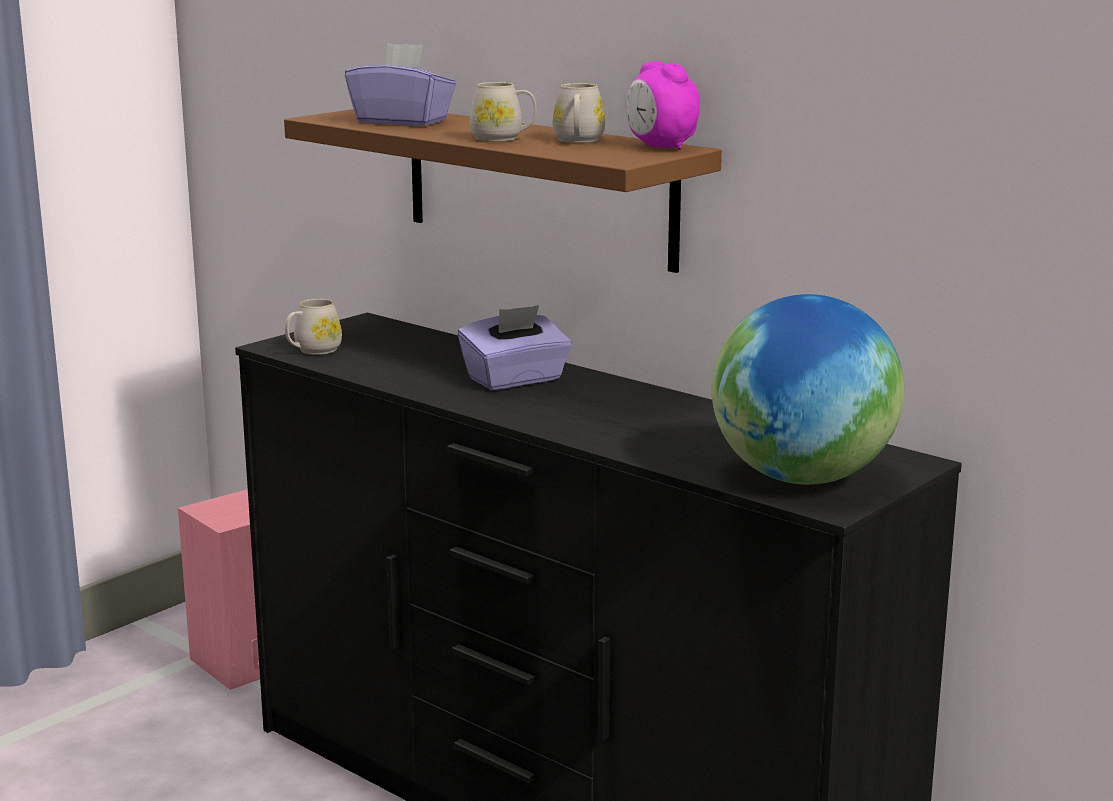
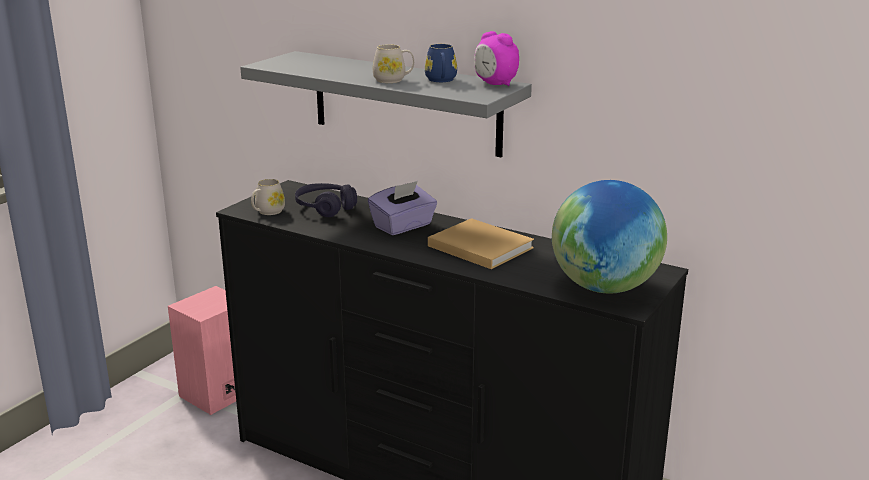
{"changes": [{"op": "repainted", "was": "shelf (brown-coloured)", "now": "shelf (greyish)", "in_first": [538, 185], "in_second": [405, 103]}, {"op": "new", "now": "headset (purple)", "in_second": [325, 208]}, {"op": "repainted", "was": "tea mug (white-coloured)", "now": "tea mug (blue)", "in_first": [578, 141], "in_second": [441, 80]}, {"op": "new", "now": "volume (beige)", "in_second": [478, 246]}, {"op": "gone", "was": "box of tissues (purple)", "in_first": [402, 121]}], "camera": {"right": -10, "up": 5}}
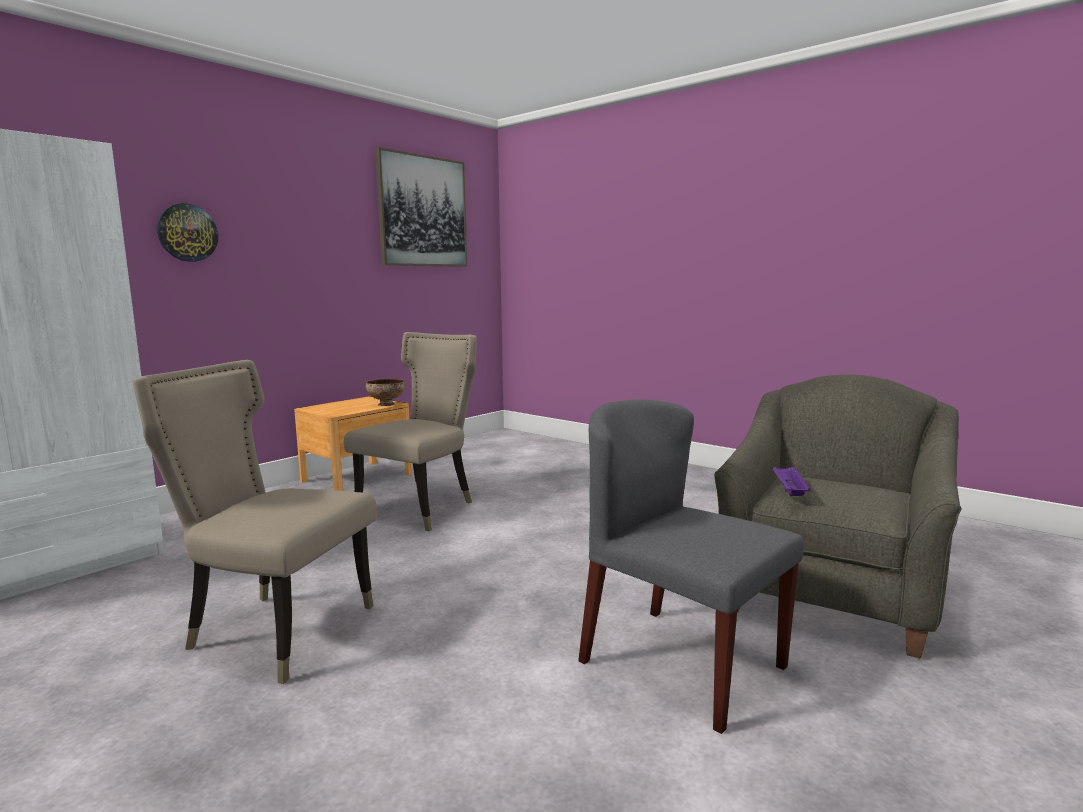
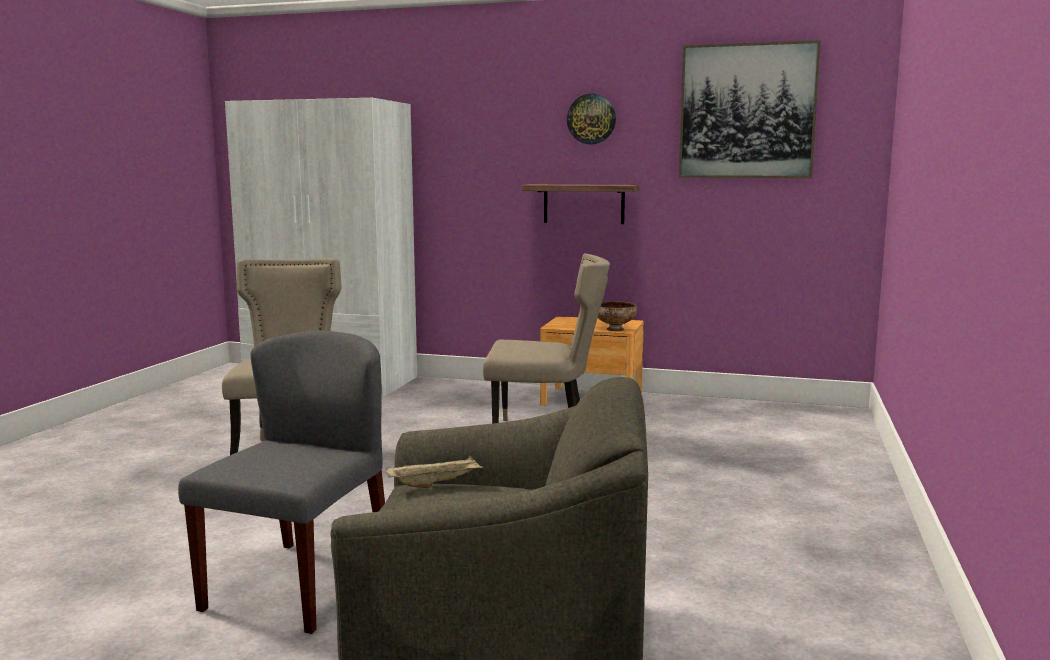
{"changes": [{"op": "repainted", "was": "carrying tray (purple)", "now": "carrying tray (beige)", "in_first": [789, 491], "in_second": [435, 484]}, {"op": "new", "now": "shelf", "in_second": [583, 204]}, {"op": "shifted", "was": "wall clock", "in_first": [187, 233], "in_second": [591, 119]}], "camera": {"right": 65, "up": 0}}
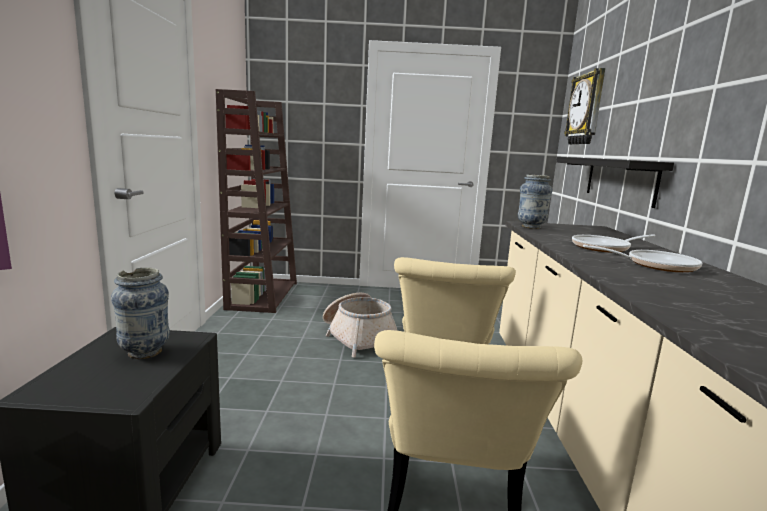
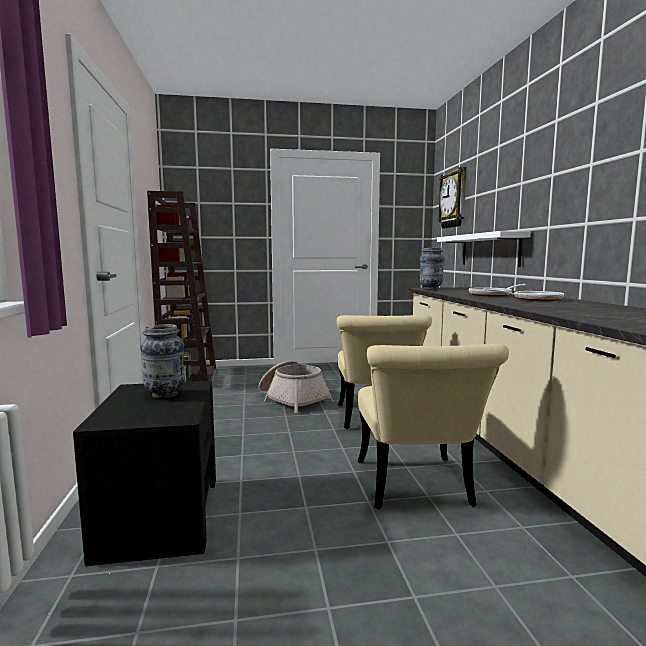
{"changes": [{"op": "repainted", "was": "shelf (black)", "now": "shelf (white-coloured)", "in_first": [619, 179], "in_second": [489, 250]}], "camera": {"right": -10, "up": -5}}
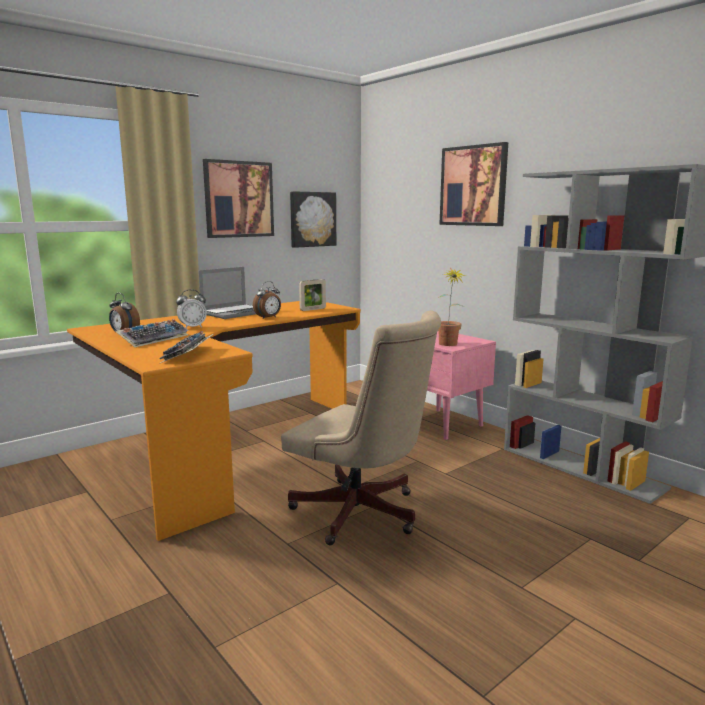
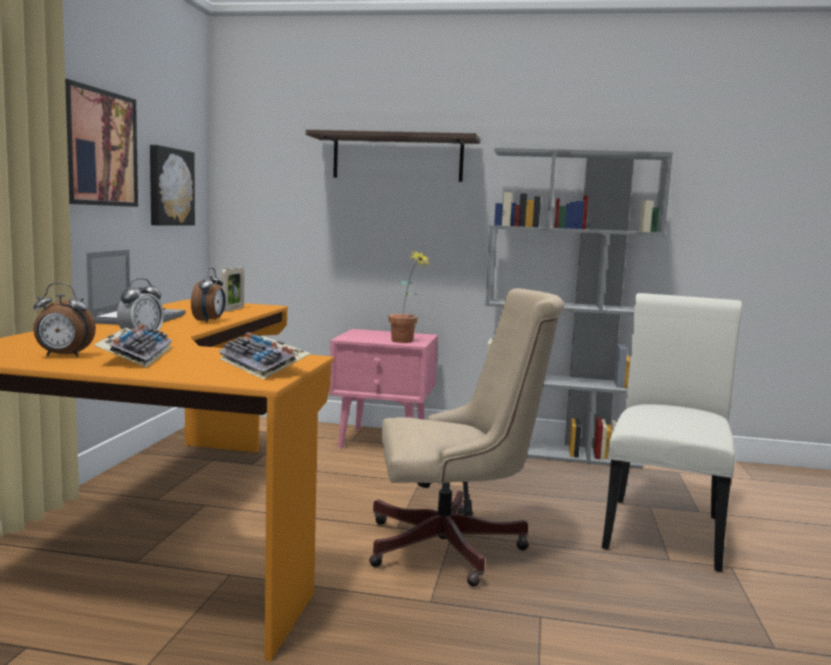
{"changes": [{"op": "swapped", "was": "wall picture", "now": "shelf", "in_first": [473, 186], "in_second": [397, 158]}, {"op": "new", "now": "plain chair (white-coloured)", "in_second": [664, 528]}], "camera": {"right": -40, "up": -5}}
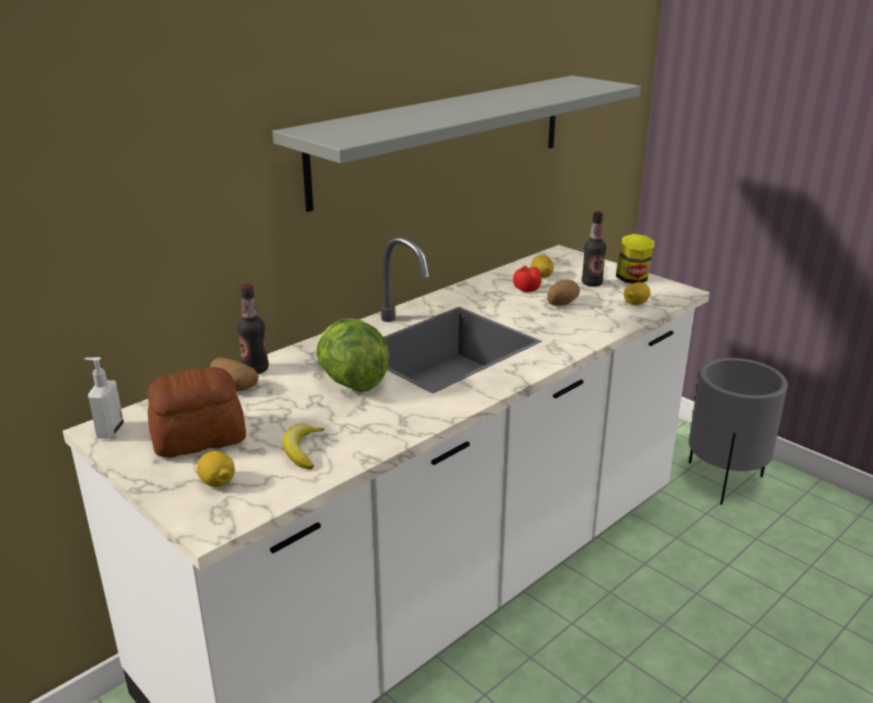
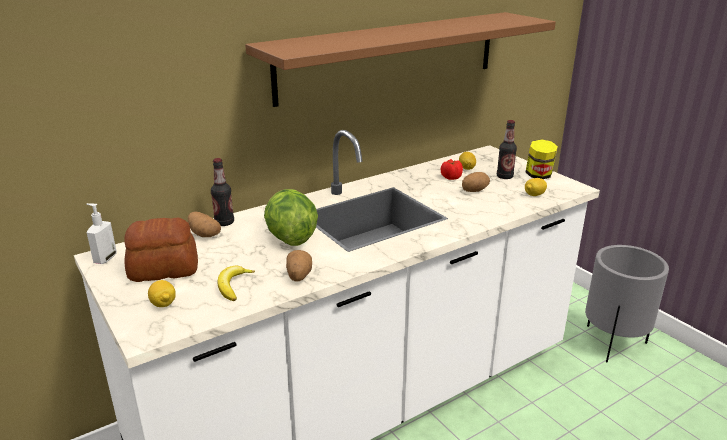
{"changes": [{"op": "repainted", "was": "shelf (greyish)", "now": "shelf (brown-coloured)", "in_first": [444, 137], "in_second": [391, 56]}, {"op": "new", "now": "whole potato", "in_second": [299, 276]}], "camera": {"right": 10, "up": 0}}
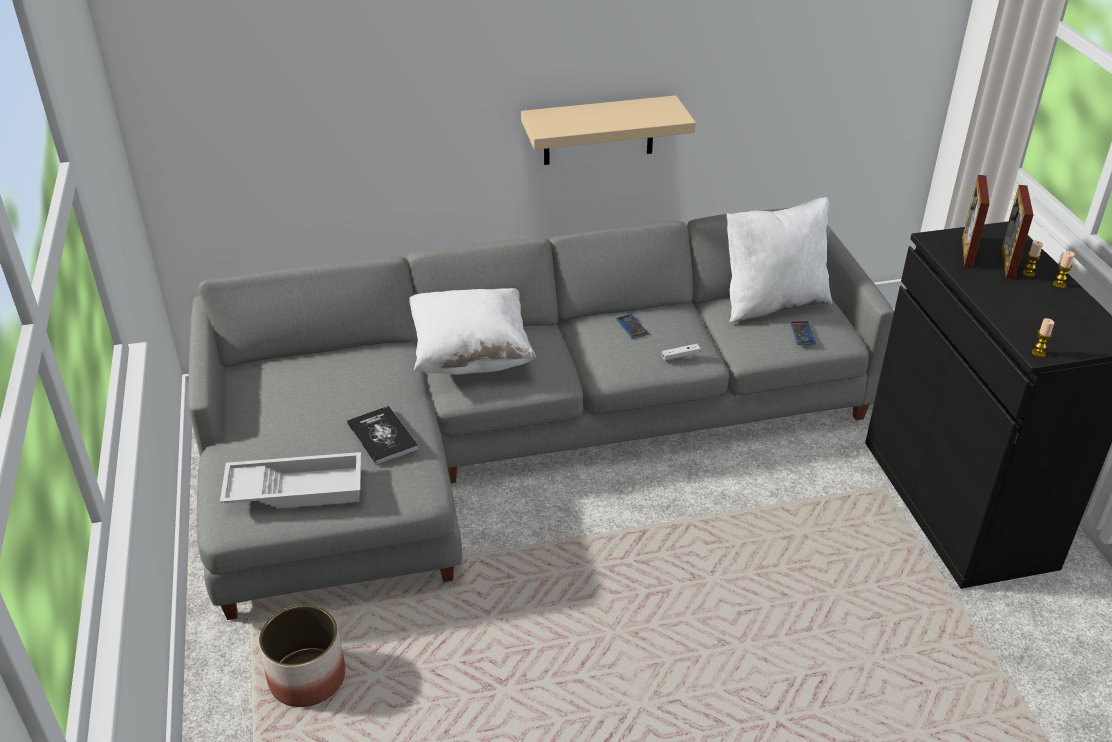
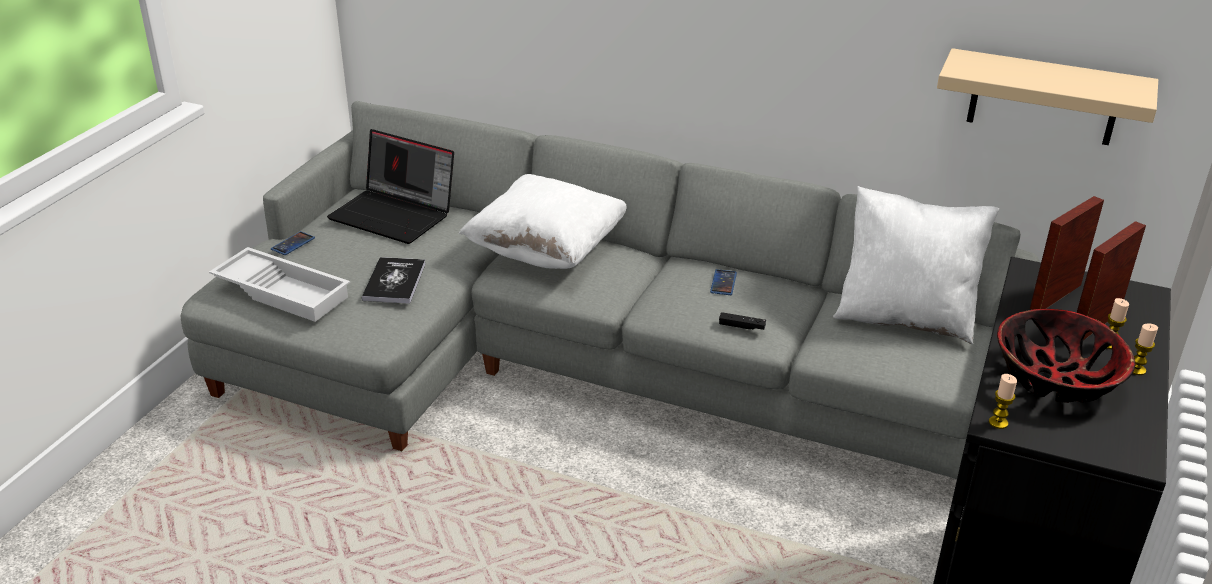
{"changes": [{"op": "shifted", "was": "phone", "in_first": [802, 333], "in_second": [293, 244]}, {"op": "new", "now": "portable computer", "in_second": [395, 215]}, {"op": "repainted", "was": "game controller (white-coloured)", "now": "game controller (black)", "in_first": [680, 356], "in_second": [742, 326]}, {"op": "shifted", "was": "shelf (beige)", "in_first": [598, 130], "in_second": [1044, 98]}, {"op": "new", "now": "bowl", "in_second": [1057, 380]}, {"op": "gone", "was": "planter", "in_first": [307, 678]}], "camera": {"right": 35, "up": -5}}
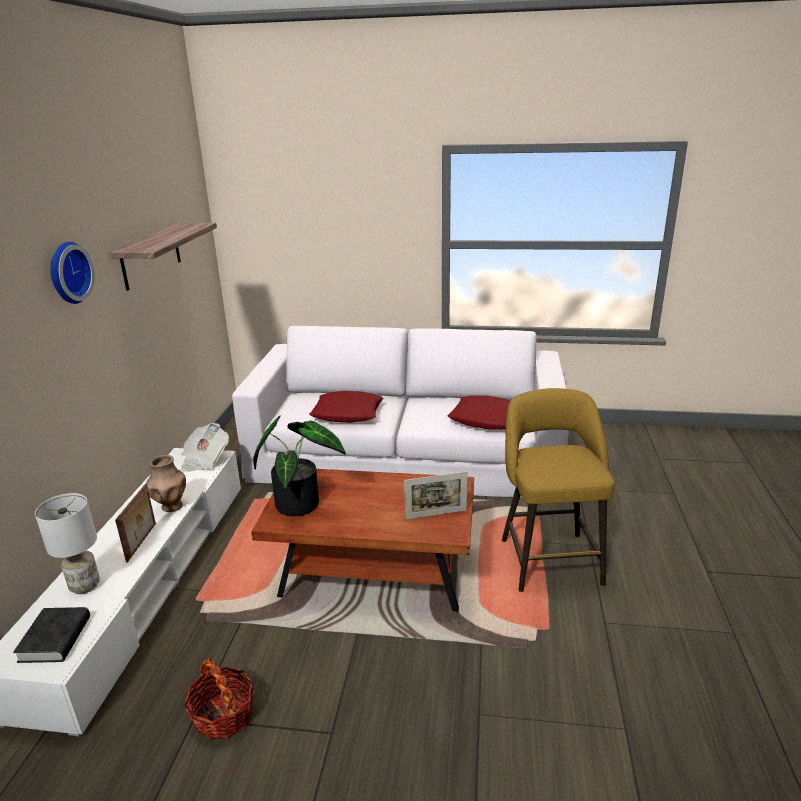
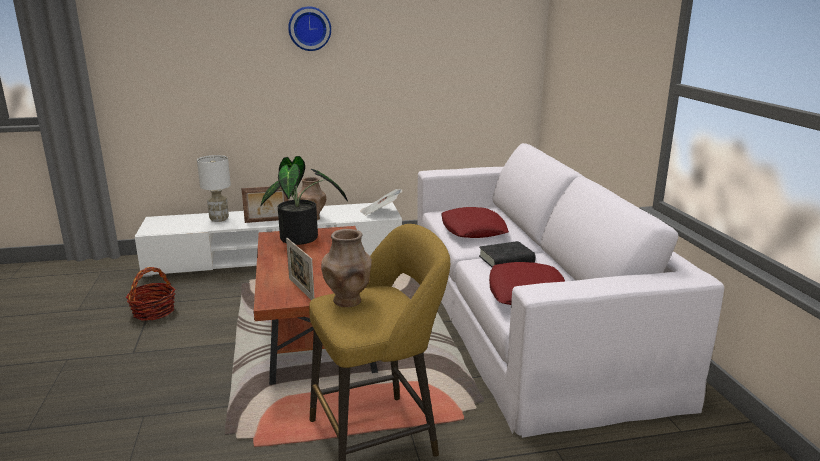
{"changes": [{"op": "new", "now": "decorative vase (brown-coloured)", "in_second": [348, 301]}, {"op": "shifted", "was": "volume (black)", "in_first": [55, 639], "in_second": [506, 260]}, {"op": "gone", "was": "shelf", "in_first": [151, 255]}], "camera": {"right": 70, "up": -5}}
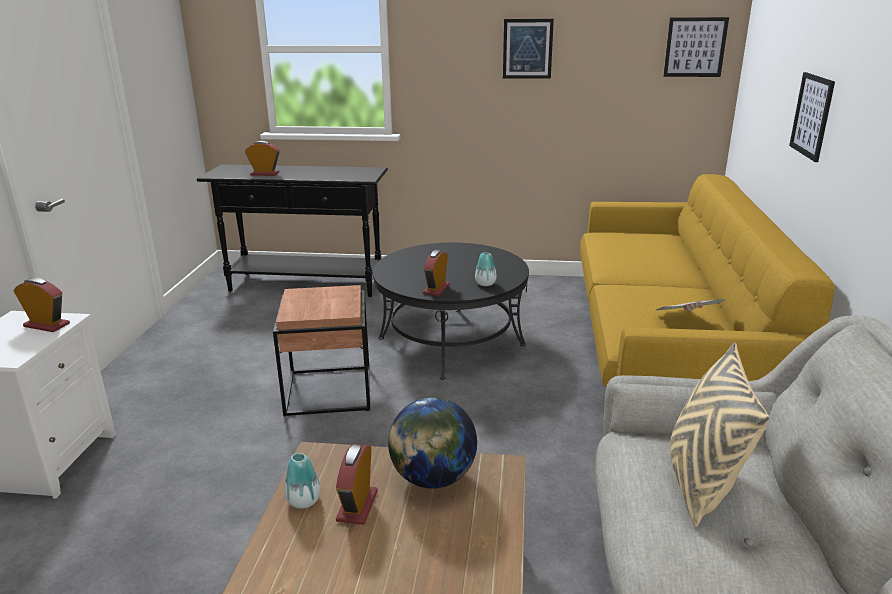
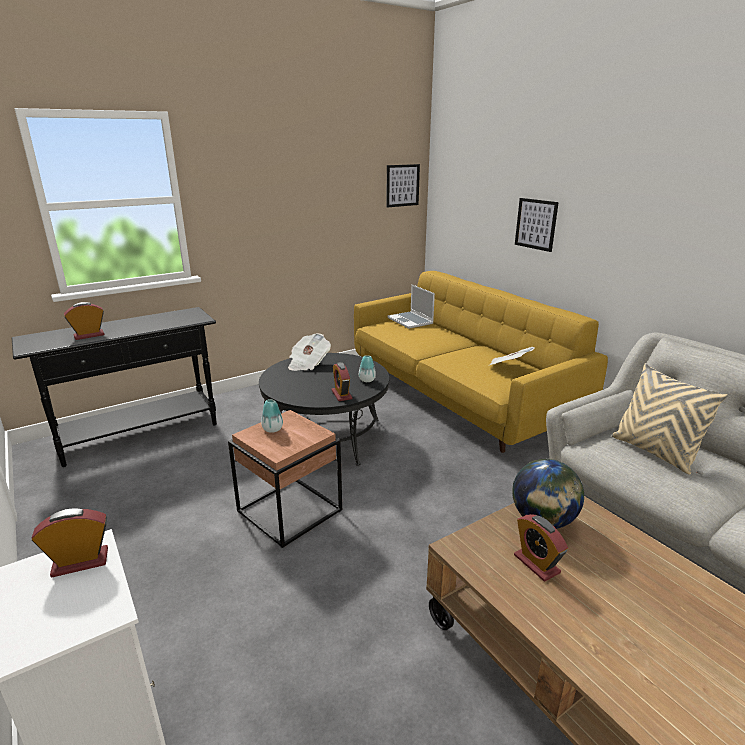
{"changes": [{"op": "shifted", "was": "decorative vase", "in_first": [303, 501], "in_second": [272, 429]}, {"op": "new", "now": "printed paper", "in_second": [308, 363]}, {"op": "new", "now": "portable computer", "in_second": [411, 321]}, {"op": "gone", "was": "wall picture", "in_first": [527, 49]}], "camera": {"right": -40, "up": 0}}
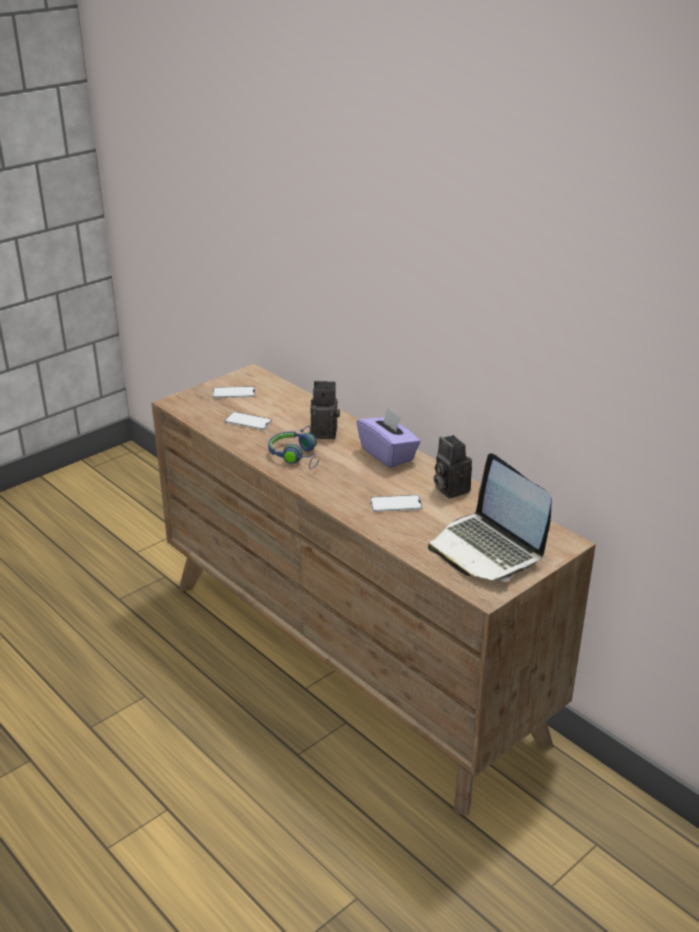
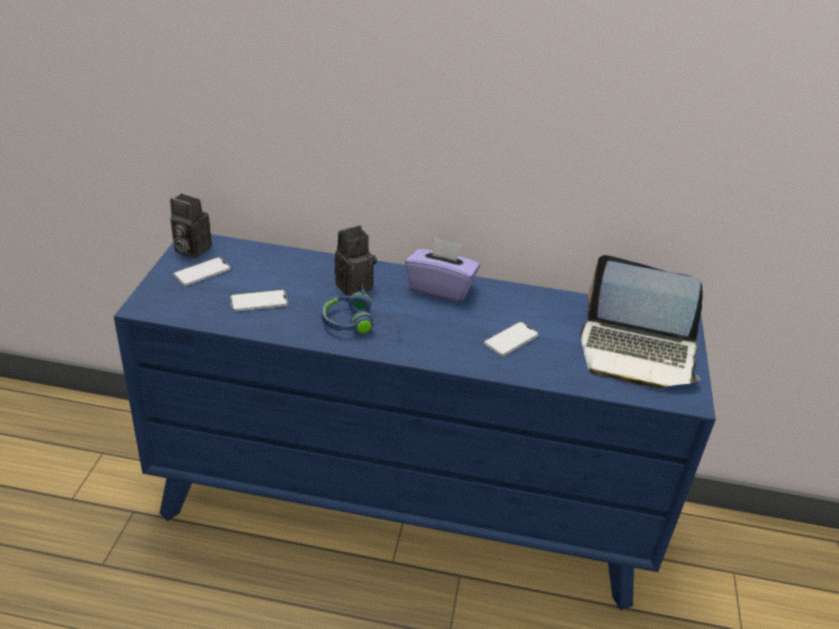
{"changes": [{"op": "repainted", "was": "chest of drawers (brown-coloured)", "now": "chest of drawers (blue)", "in_first": [350, 658], "in_second": [404, 508]}, {"op": "shifted", "was": "photo camera", "in_first": [449, 489], "in_second": [190, 249]}], "camera": {"right": -40, "up": 5}}
